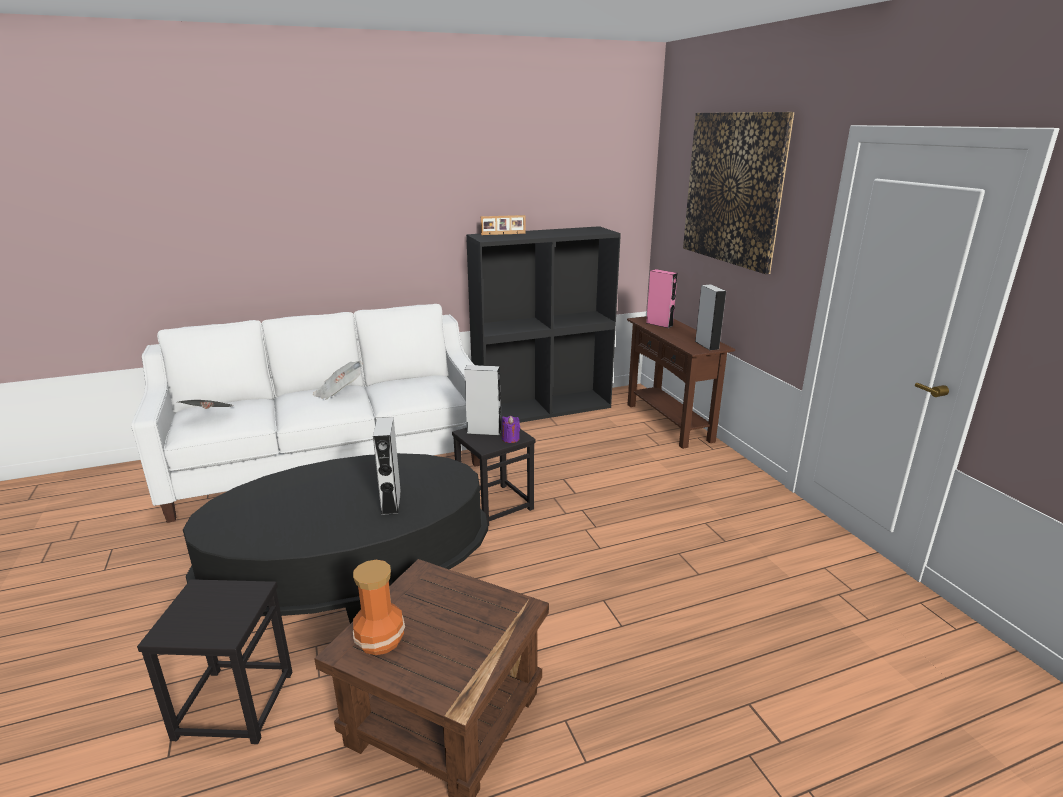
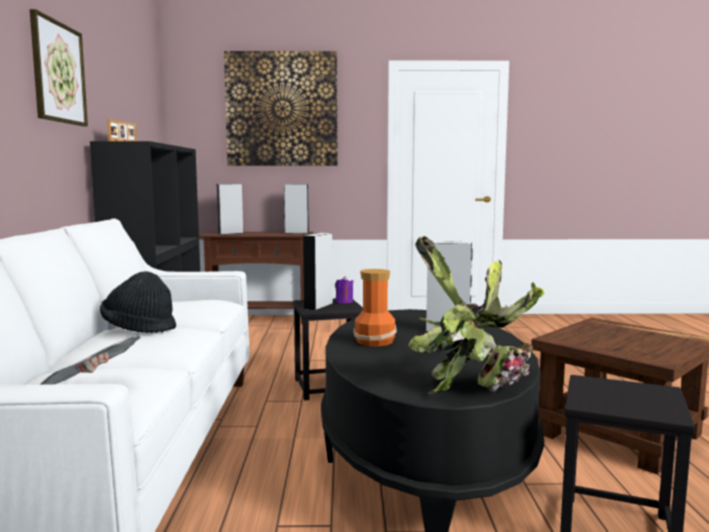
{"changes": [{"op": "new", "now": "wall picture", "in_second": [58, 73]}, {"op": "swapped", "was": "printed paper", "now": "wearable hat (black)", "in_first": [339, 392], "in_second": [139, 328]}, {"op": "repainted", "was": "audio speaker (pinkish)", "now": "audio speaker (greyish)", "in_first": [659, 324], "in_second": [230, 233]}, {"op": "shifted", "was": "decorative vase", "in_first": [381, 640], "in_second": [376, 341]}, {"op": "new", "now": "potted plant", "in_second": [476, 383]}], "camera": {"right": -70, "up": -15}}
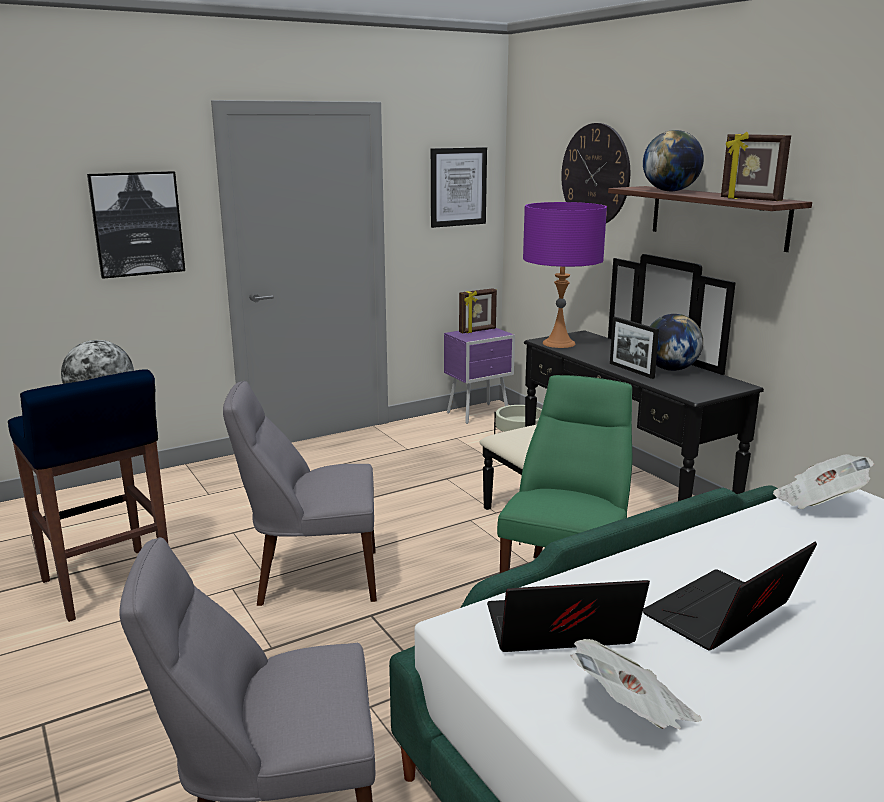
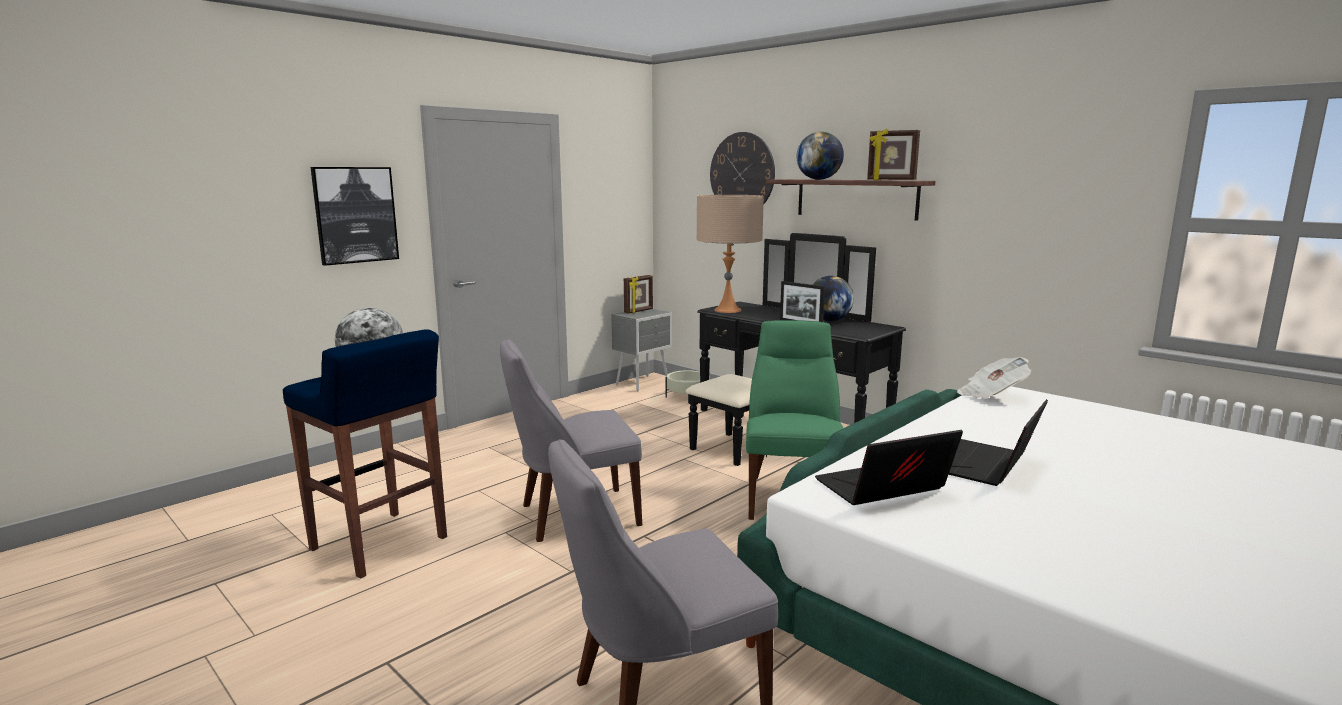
{"changes": [{"op": "repainted", "was": "bedside table (purple)", "now": "bedside table (greyish)", "in_first": [479, 414], "in_second": [644, 383]}, {"op": "repainted", "was": "table lamp (purple)", "now": "table lamp (beige)", "in_first": [559, 343], "in_second": [727, 310]}, {"op": "gone", "was": "wall picture", "in_first": [458, 187]}, {"op": "gone", "was": "printed paper", "in_first": [633, 713]}], "camera": {"right": -15, "up": -5}}
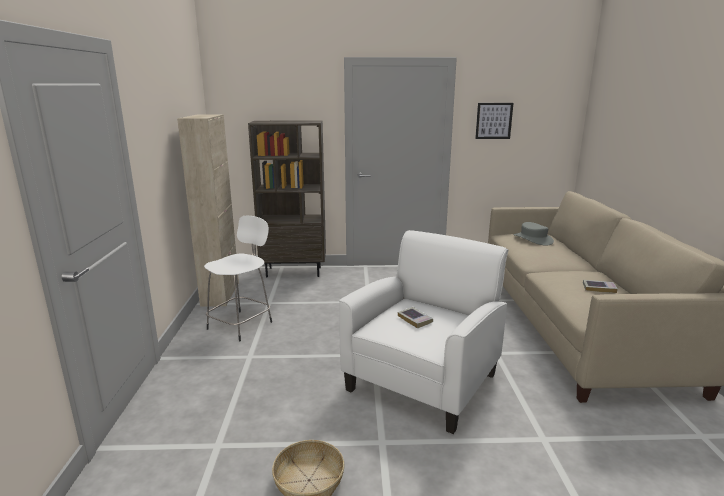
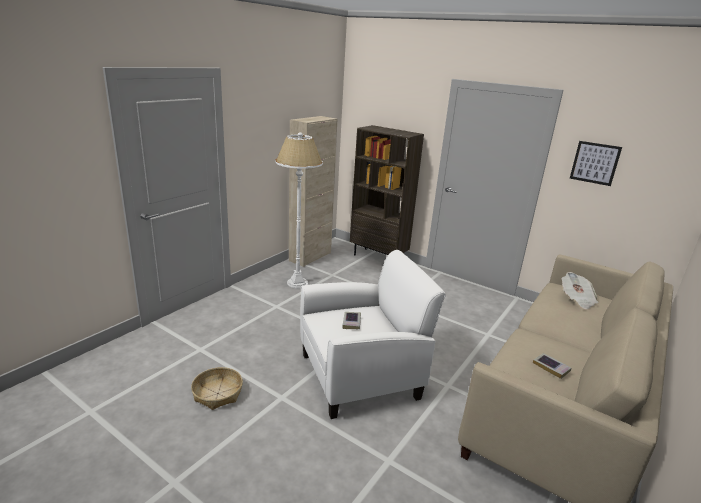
{"changes": [{"op": "swapped", "was": "stool seat (white-coloured)", "now": "standard lamp (white-coloured)", "in_first": [241, 324], "in_second": [297, 283]}, {"op": "swapped", "was": "wearable hat (greyish)", "now": "printed paper", "in_first": [533, 239], "in_second": [577, 299]}], "camera": {"right": 35, "up": 5}}
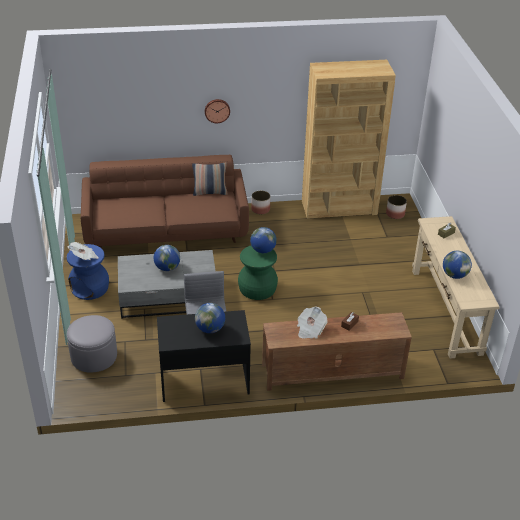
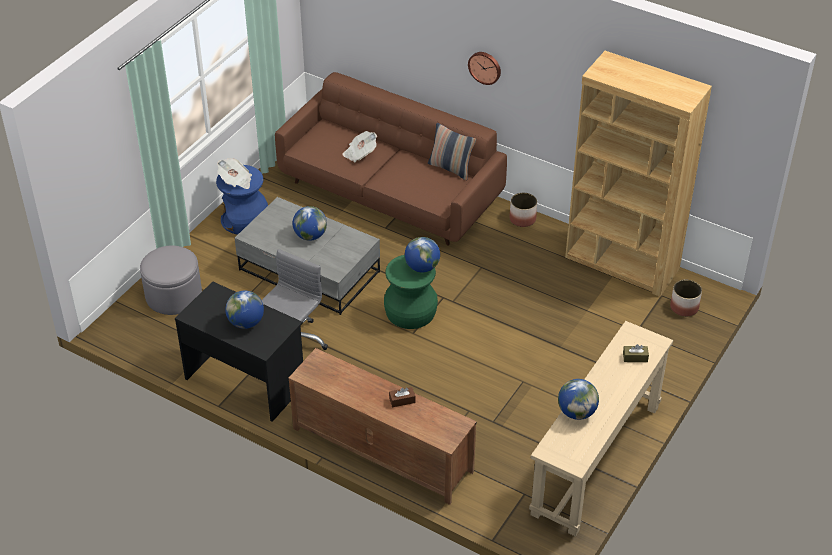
{"changes": [{"op": "shifted", "was": "printed paper", "in_first": [310, 329], "in_second": [360, 154]}], "camera": {"right": 40, "up": 5}}
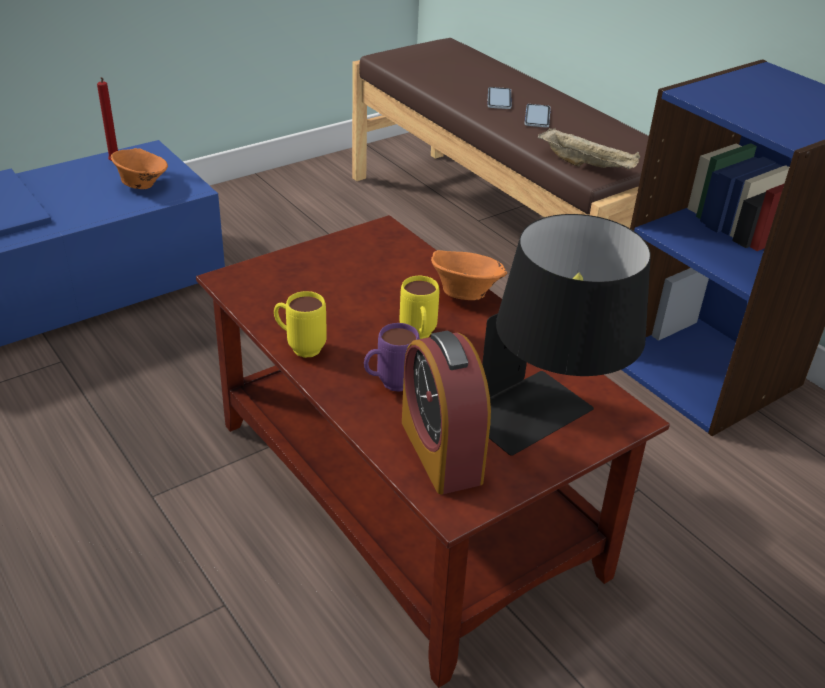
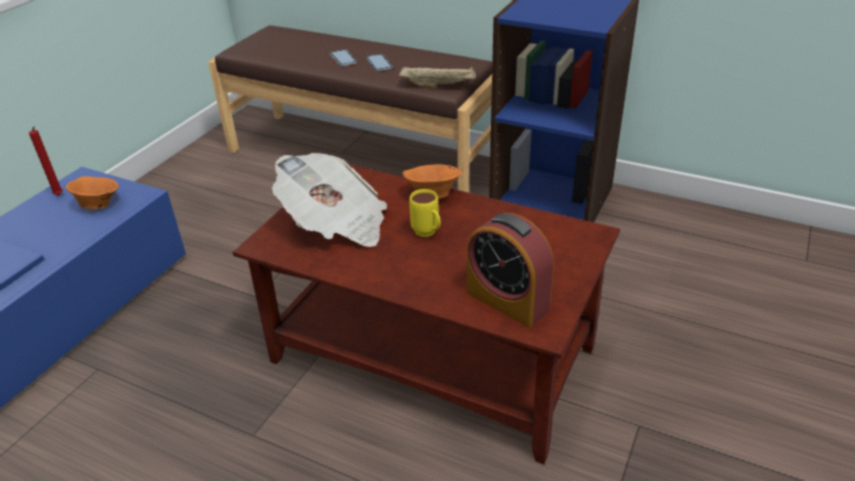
{"changes": [{"op": "new", "now": "printed paper", "in_second": [336, 224]}, {"op": "gone", "was": "tea mug (yellow)", "in_first": [300, 347]}, {"op": "gone", "was": "tea mug (purple)", "in_first": [389, 385]}, {"op": "gone", "was": "table lamp (black)", "in_first": [546, 425]}], "camera": {"right": -25, "up": 0}}
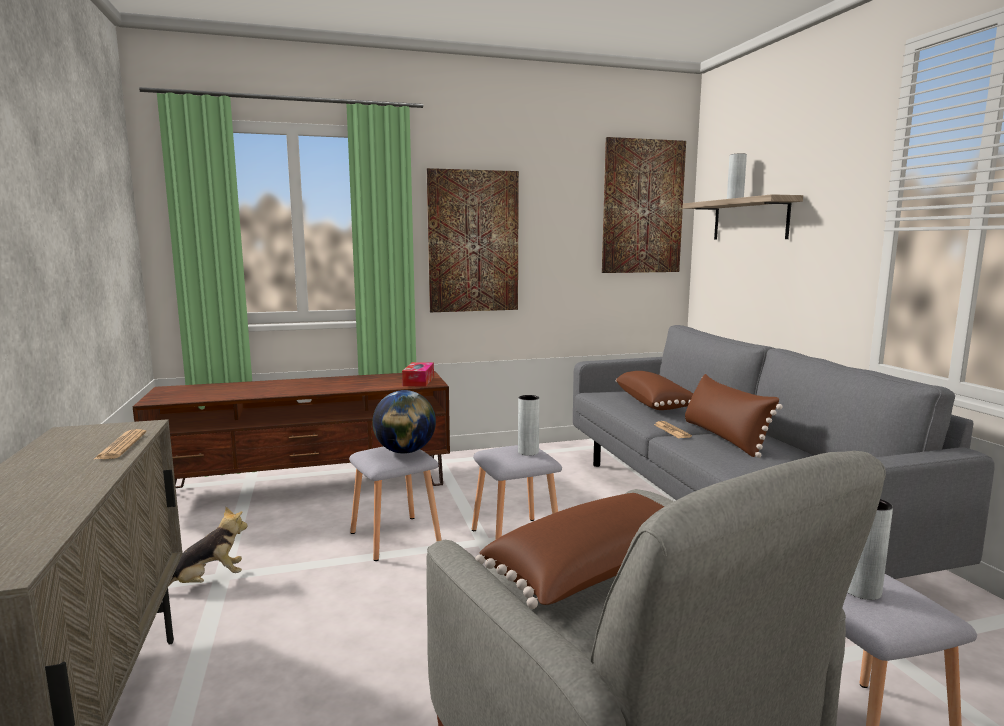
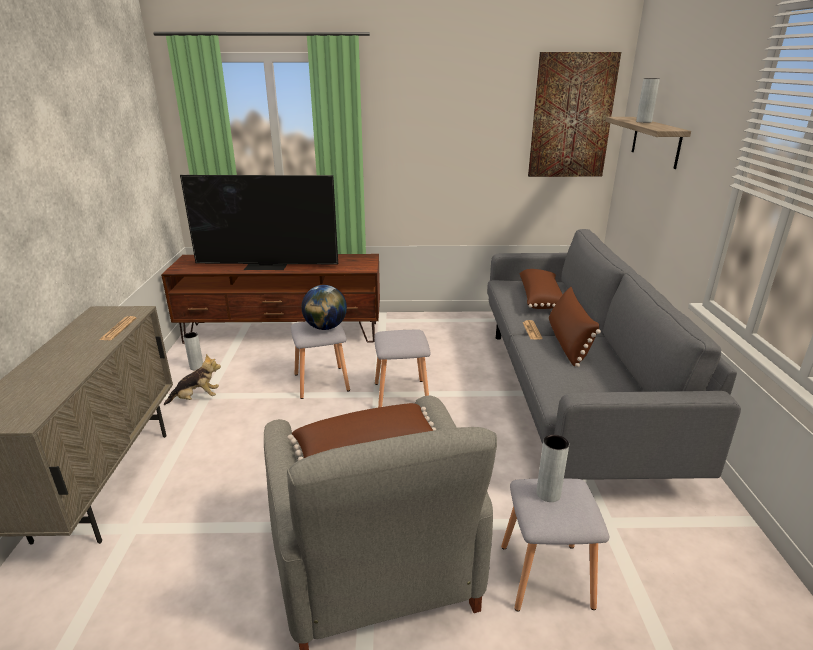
{"changes": [{"op": "new", "now": "TV set", "in_second": [267, 266]}, {"op": "shifted", "was": "decorative vase (greyish)", "in_first": [528, 452], "in_second": [196, 367]}, {"op": "gone", "was": "box of tissues", "in_first": [418, 381]}, {"op": "gone", "was": "wall picture", "in_first": [473, 241]}], "camera": {"right": 15, "up": 15}}
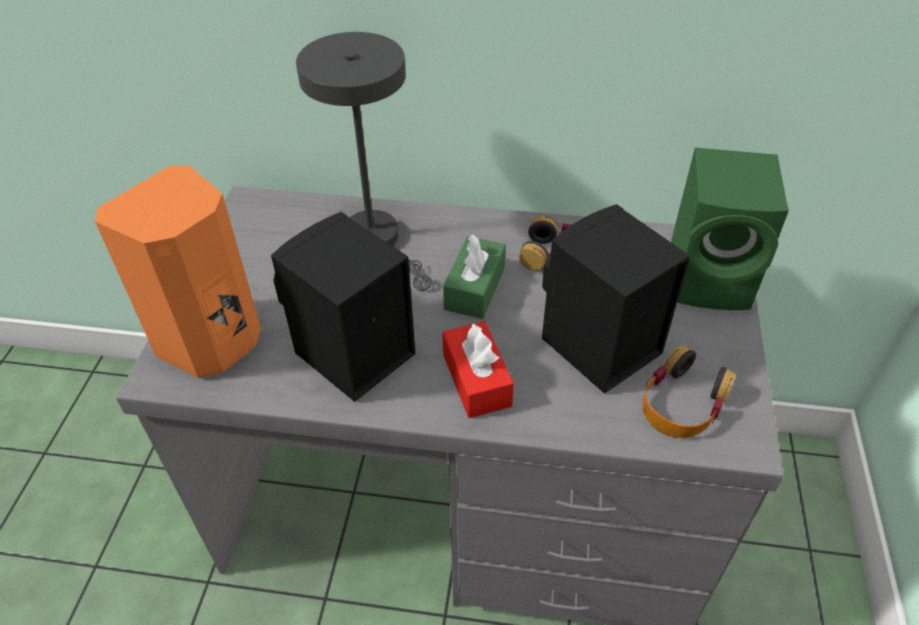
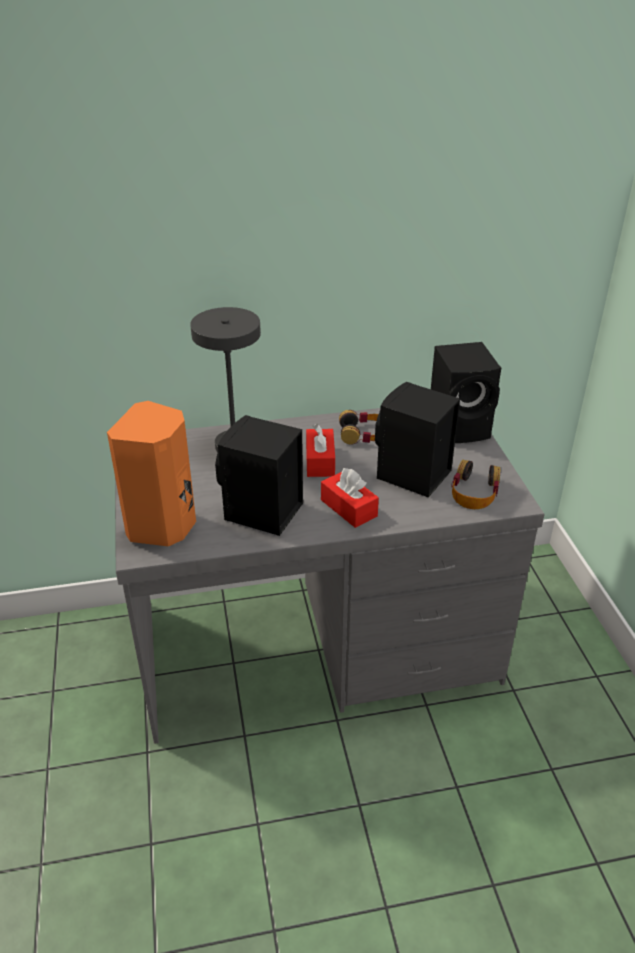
{"changes": [{"op": "repainted", "was": "box of tissues (greenish)", "now": "box of tissues (red)", "in_first": [474, 288], "in_second": [320, 461]}, {"op": "repainted", "was": "audio speaker (greenish)", "now": "audio speaker (black)", "in_first": [712, 278], "in_second": [461, 427]}], "camera": {"right": -20, "up": -10}}
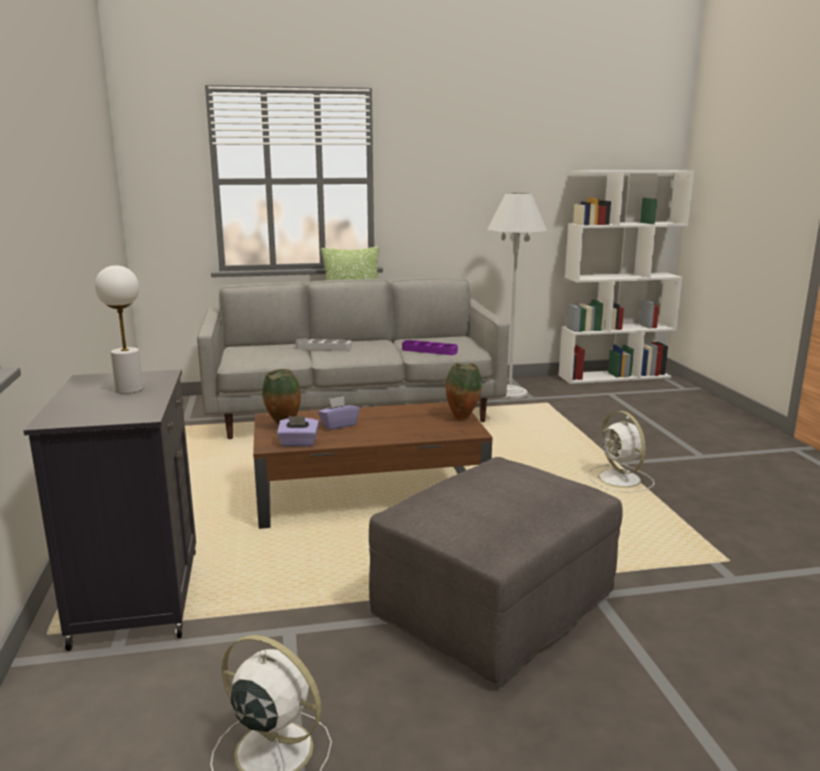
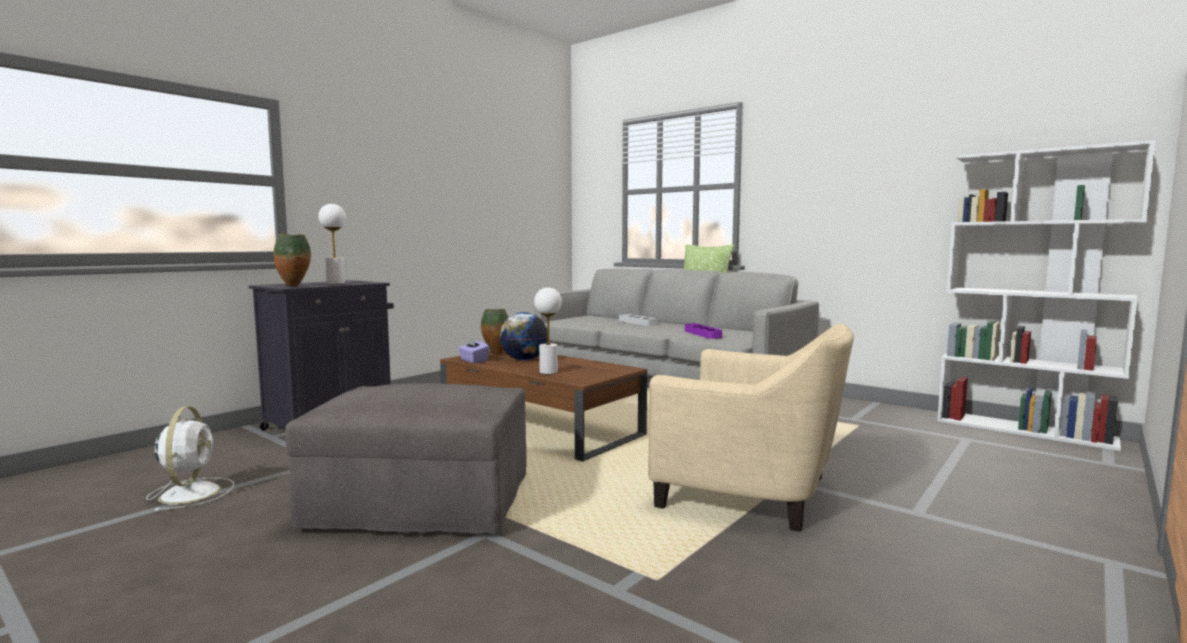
{"changes": [{"op": "shifted", "was": "decorative vase", "in_first": [462, 418], "in_second": [294, 286]}, {"op": "swapped", "was": "box of tissues (purple)", "now": "desk globe", "in_first": [338, 425], "in_second": [523, 360]}, {"op": "new", "now": "table lamp (white-coloured)", "in_second": [548, 372]}, {"op": "swapped", "was": "electric fan (white-coloured)", "now": "armchair (beige)", "in_first": [620, 479], "in_second": [750, 490]}, {"op": "gone", "was": "standard lamp (white-coloured)", "in_first": [509, 393]}], "camera": {"right": 50, "up": -10}}
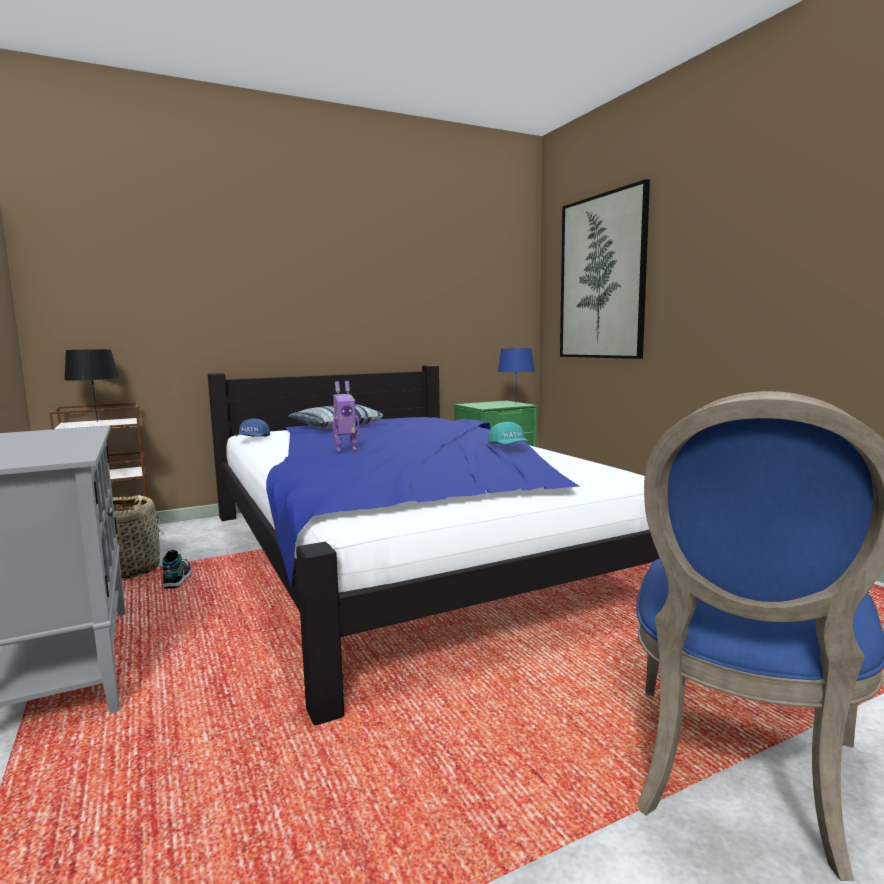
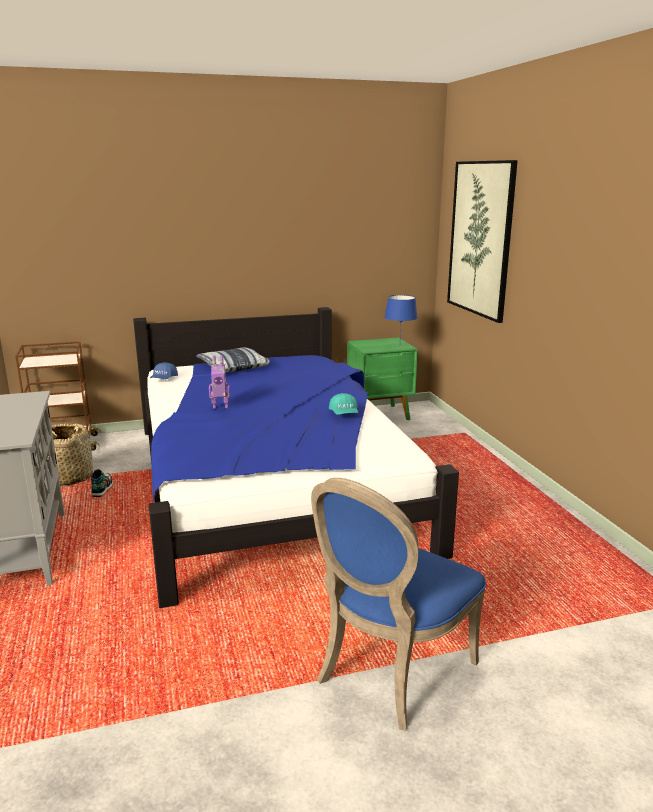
{"changes": [{"op": "gone", "was": "table lamp (black)", "in_first": [96, 421]}], "camera": {"right": 10, "up": 10}}
